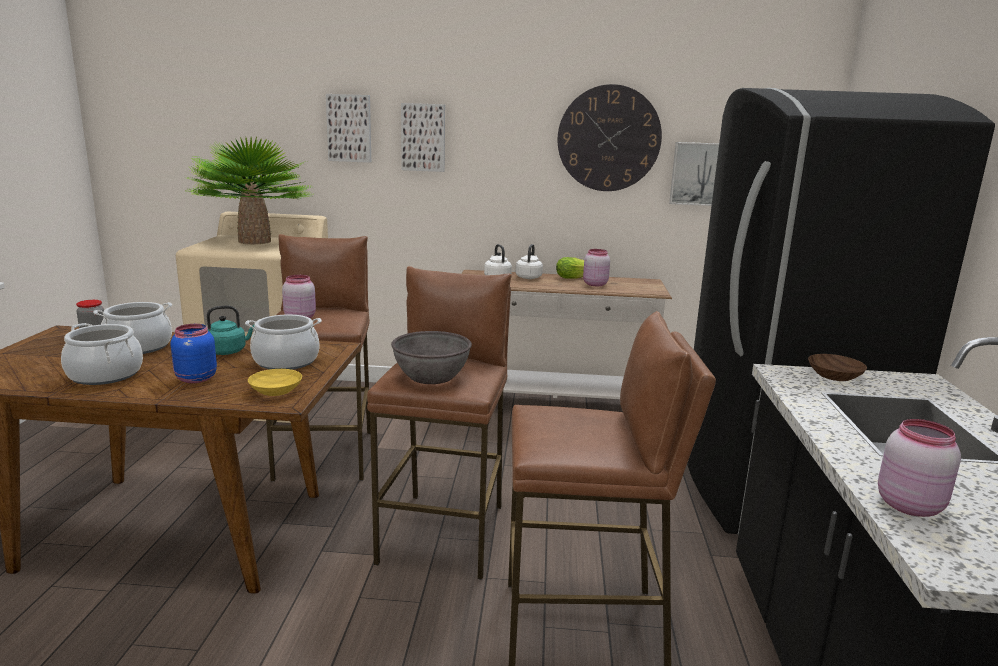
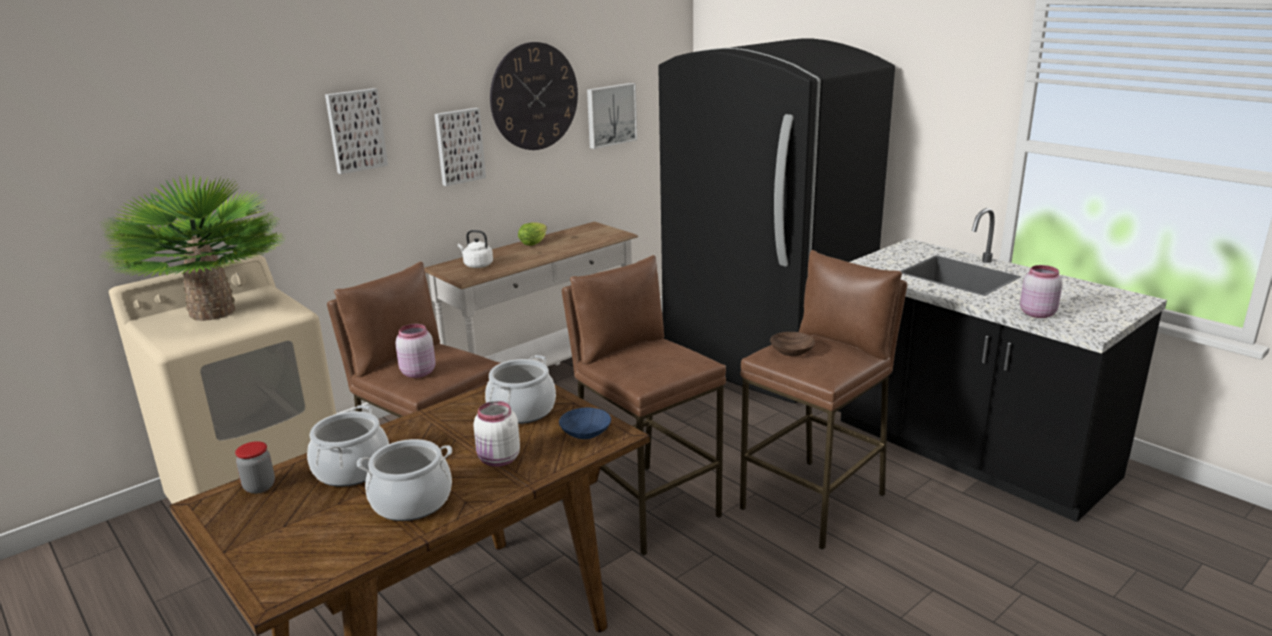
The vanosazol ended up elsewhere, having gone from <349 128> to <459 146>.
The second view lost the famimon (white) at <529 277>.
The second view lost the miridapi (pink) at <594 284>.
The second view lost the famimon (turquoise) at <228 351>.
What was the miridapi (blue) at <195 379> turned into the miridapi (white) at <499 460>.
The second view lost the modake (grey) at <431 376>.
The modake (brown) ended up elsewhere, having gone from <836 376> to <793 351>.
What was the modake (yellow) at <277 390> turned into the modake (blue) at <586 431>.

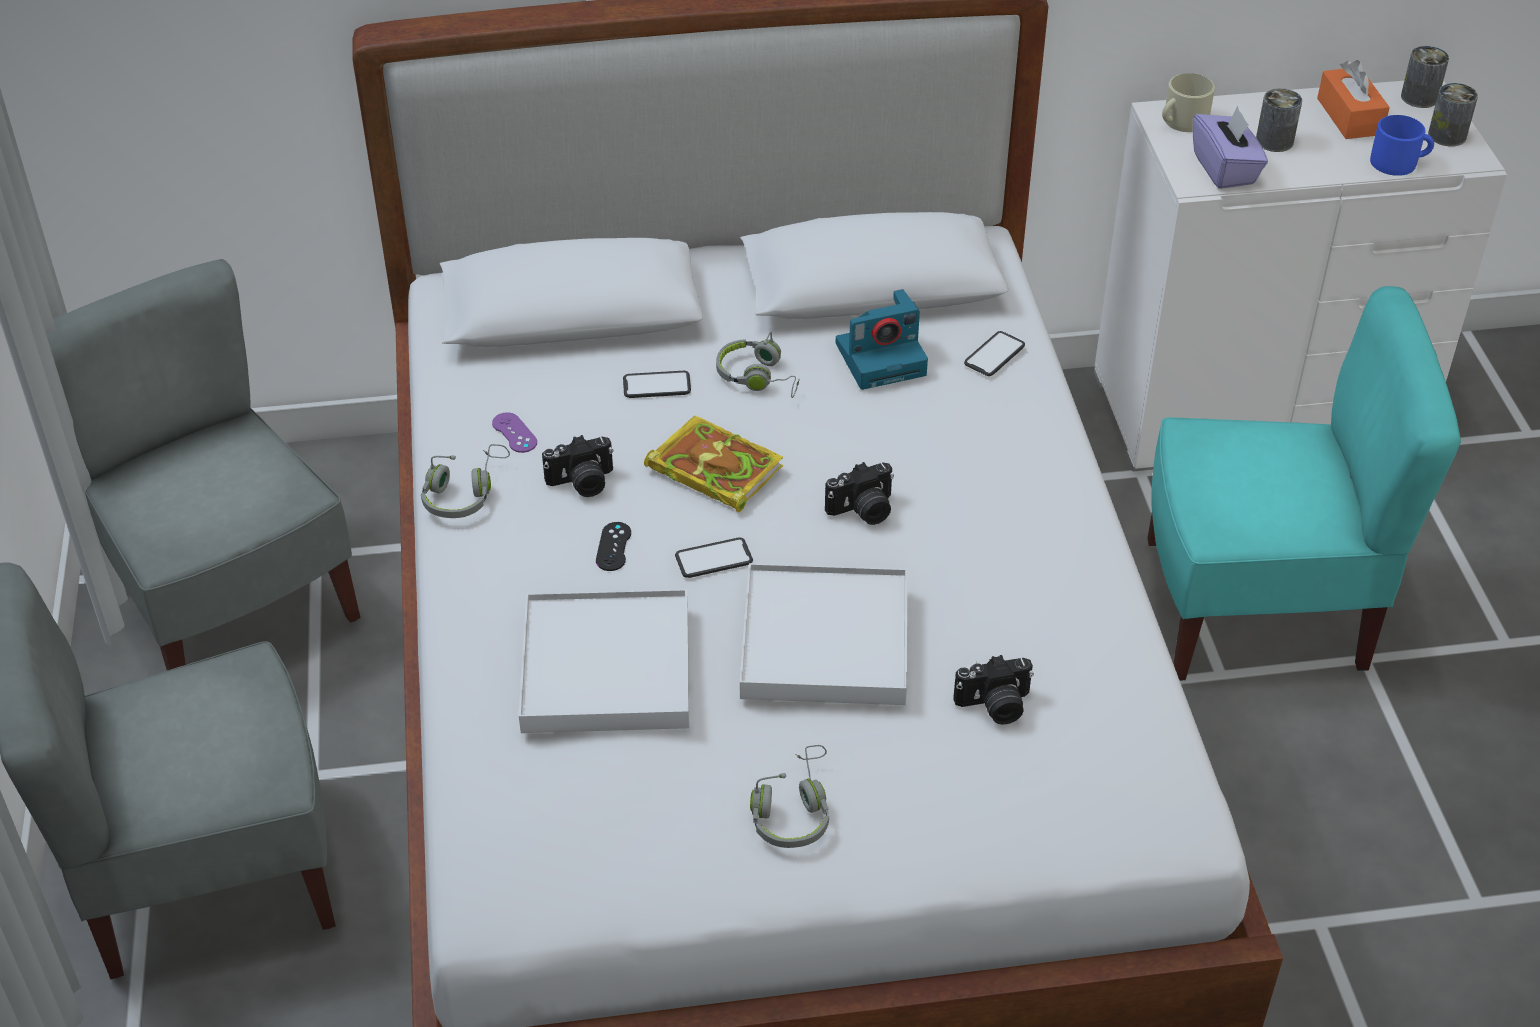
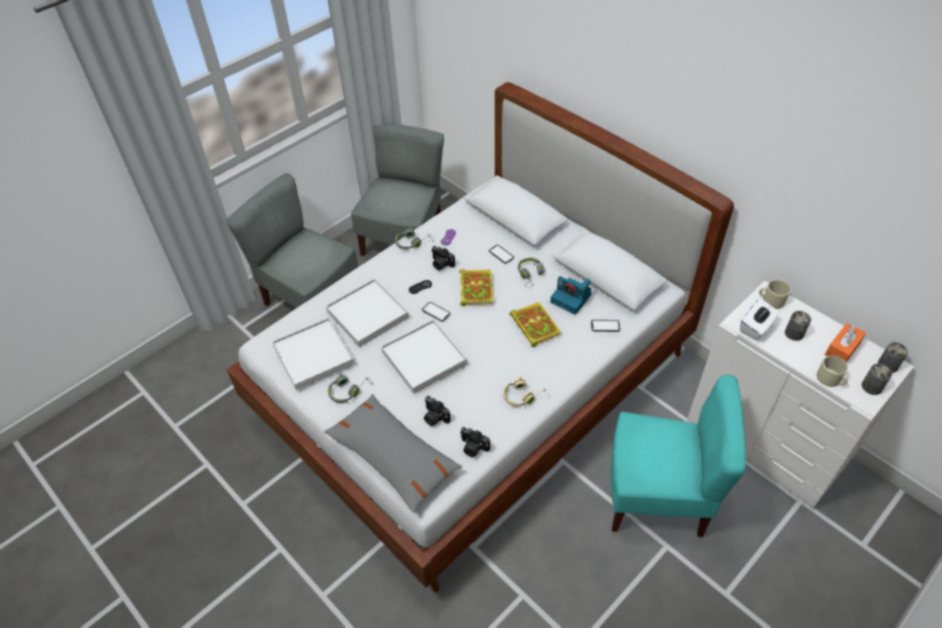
What was the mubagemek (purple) at <1225 169> turned into the mubagemek (white) at <756 327>.
What was the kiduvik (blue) at <1399 162> turned into the kiduvik (beige) at <831 379>.
The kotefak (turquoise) at <1256 609> ended up facing another way, 45 degrees counterclockwise from before.
The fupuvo ended up elsewhere, having gone from <863 510> to <473 447>.
The second view gained the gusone at <534 325>.
The second view gained the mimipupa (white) at <313 355>.
The second view gained the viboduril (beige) at <523 396>.
The second view gained the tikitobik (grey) at <393 457>.

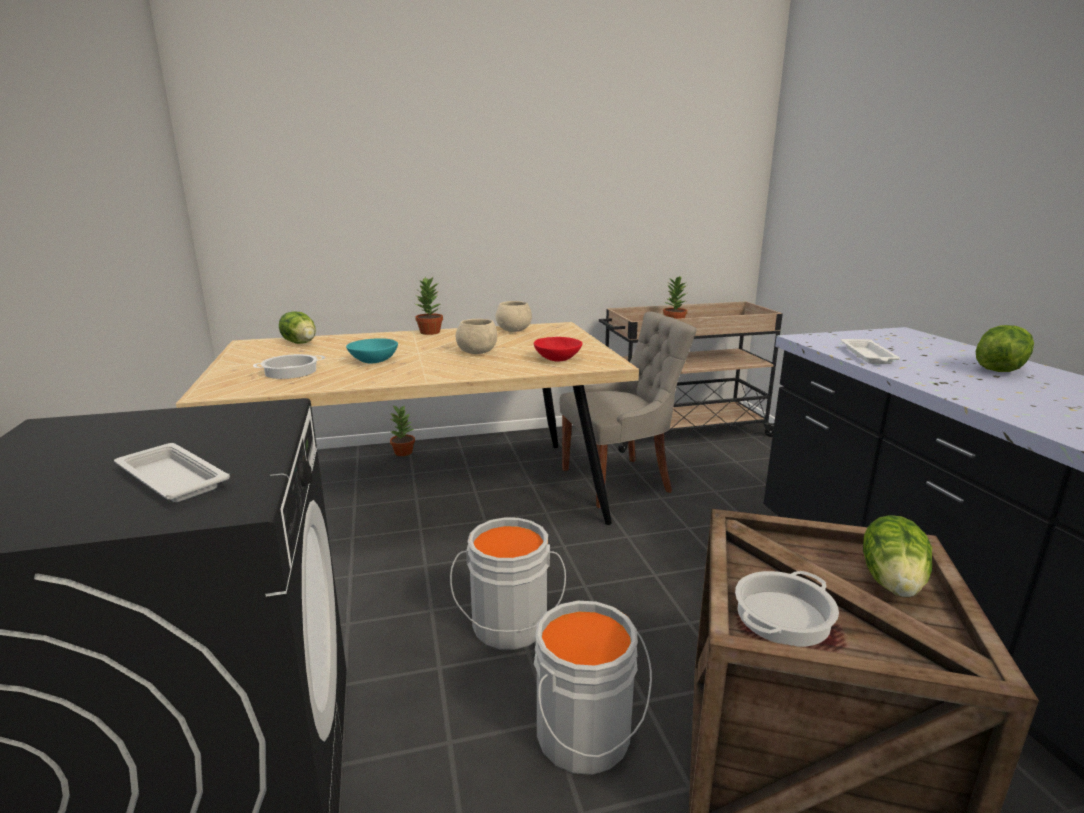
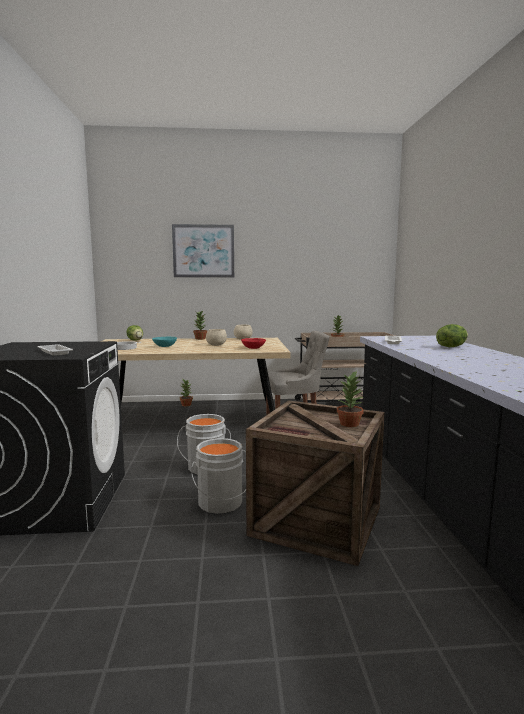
Where the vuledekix stood at <893 581>, the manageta came to stand at <350 424>.
The second view lost the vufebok at <783 617>.
The second view gained the vanosazol at <203 251>.

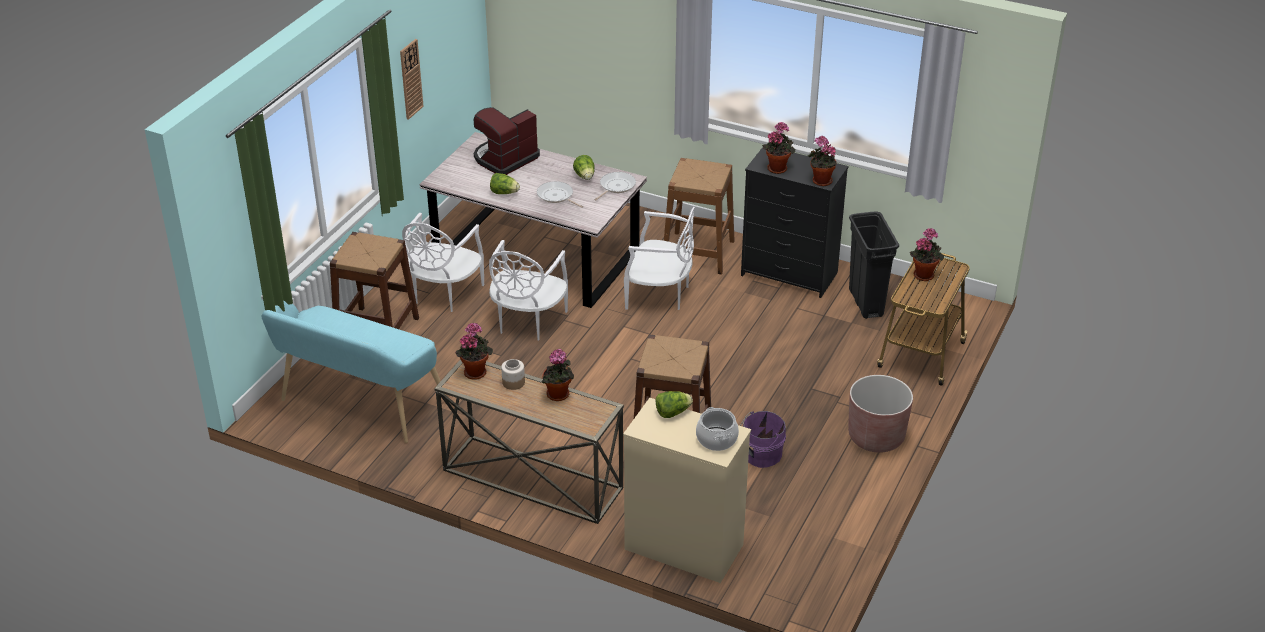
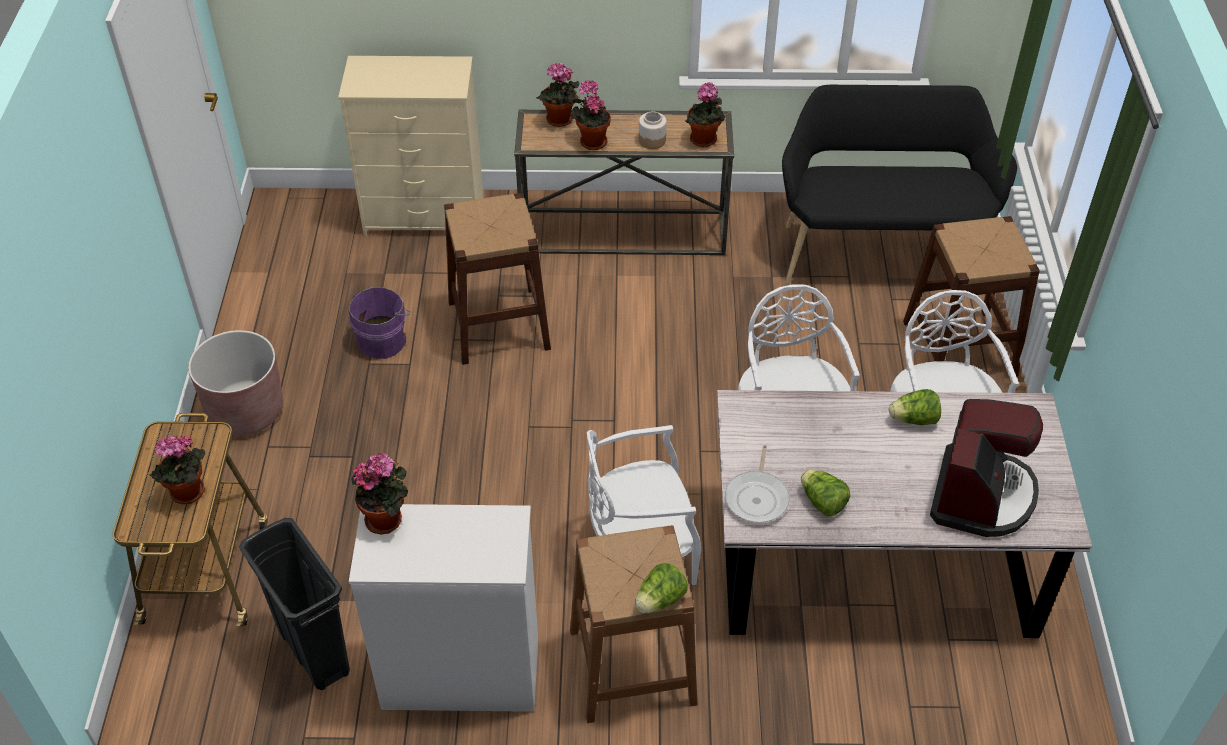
The second view lost the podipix at <411 79>.
The manageta ended up elsewhere, having gone from <777 168> to <559 121>.
What was the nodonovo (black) at <790 274> turned into the nodonovo (white) at <459 673>.
The second view lost the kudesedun at <556 196>.
What was the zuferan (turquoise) at <358 405> turned into the zuferan (black) at <880 249>.
The vuledekix ended up elsewhere, having gone from <672 412> to <660 600>.
The second view lost the vufebok at <717 439>.

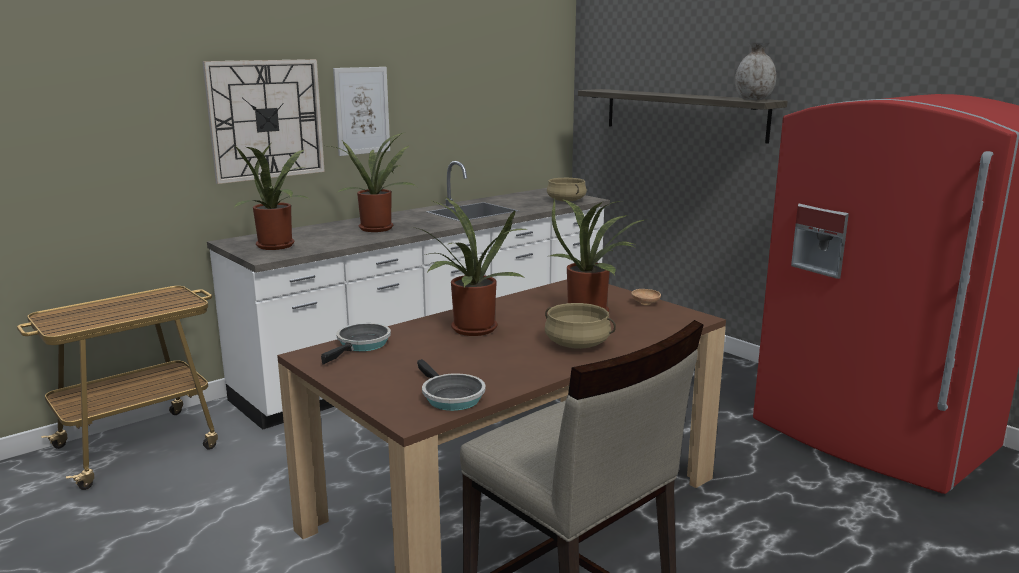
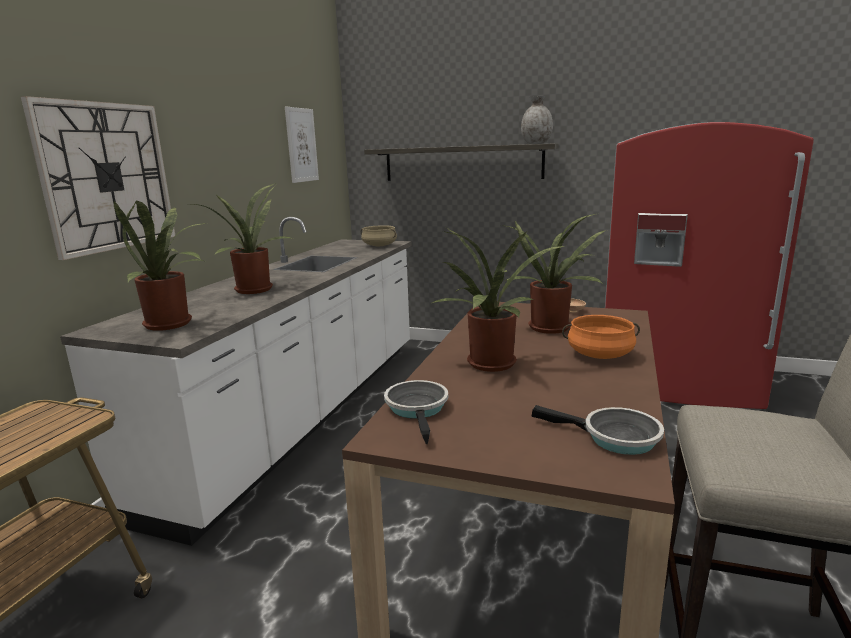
The vanosazol ended up elsewhere, having gone from <362 111> to <301 145>.
What was the vufebok (beige) at <577 344> turned into the vufebok (orange) at <600 354>.

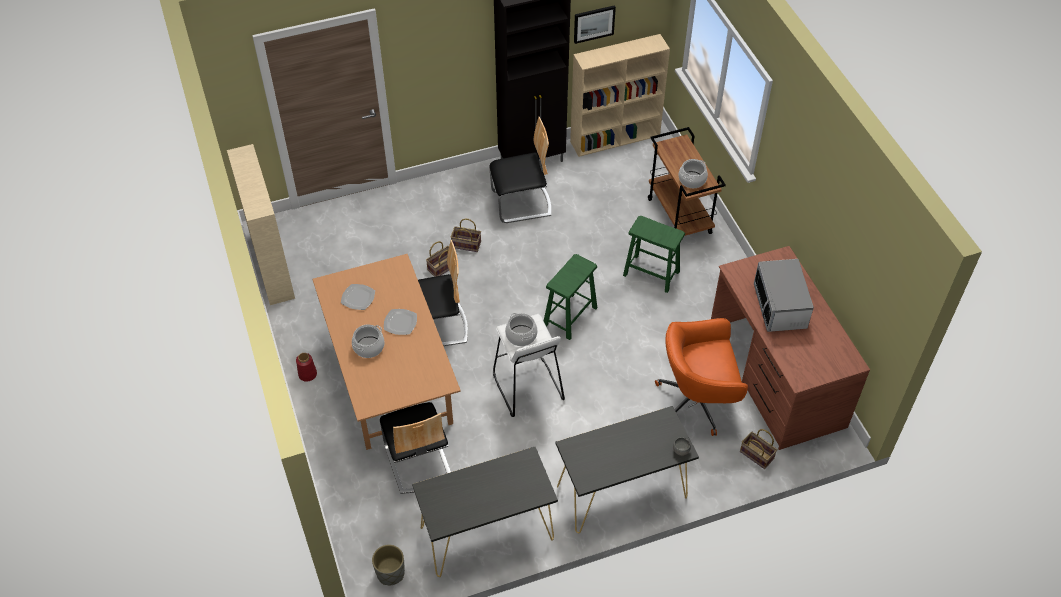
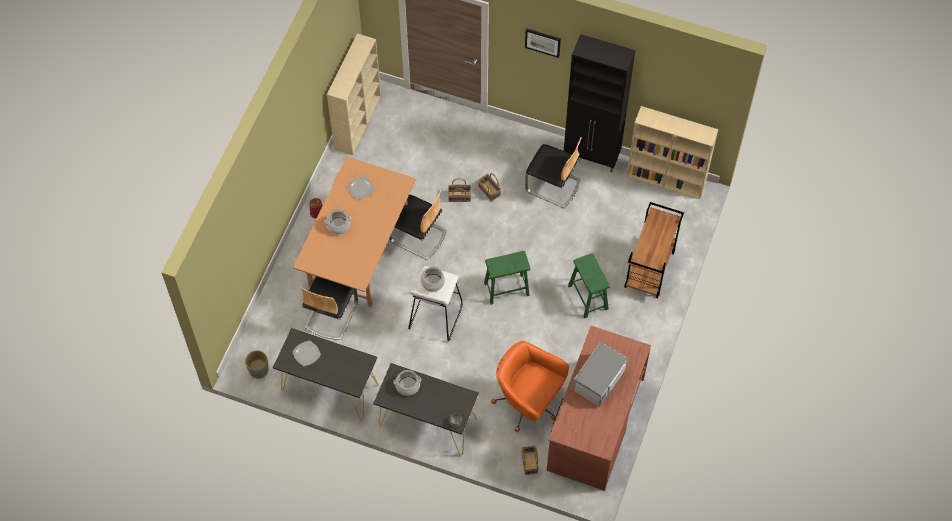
The vanosazol ended up elsewhere, having gone from <594 23> to <543 42>.
The vufebok ended up elsewhere, having gone from <692 180> to <407 386>.
The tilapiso ended up elsewhere, having gone from <400 322> to <306 353>.

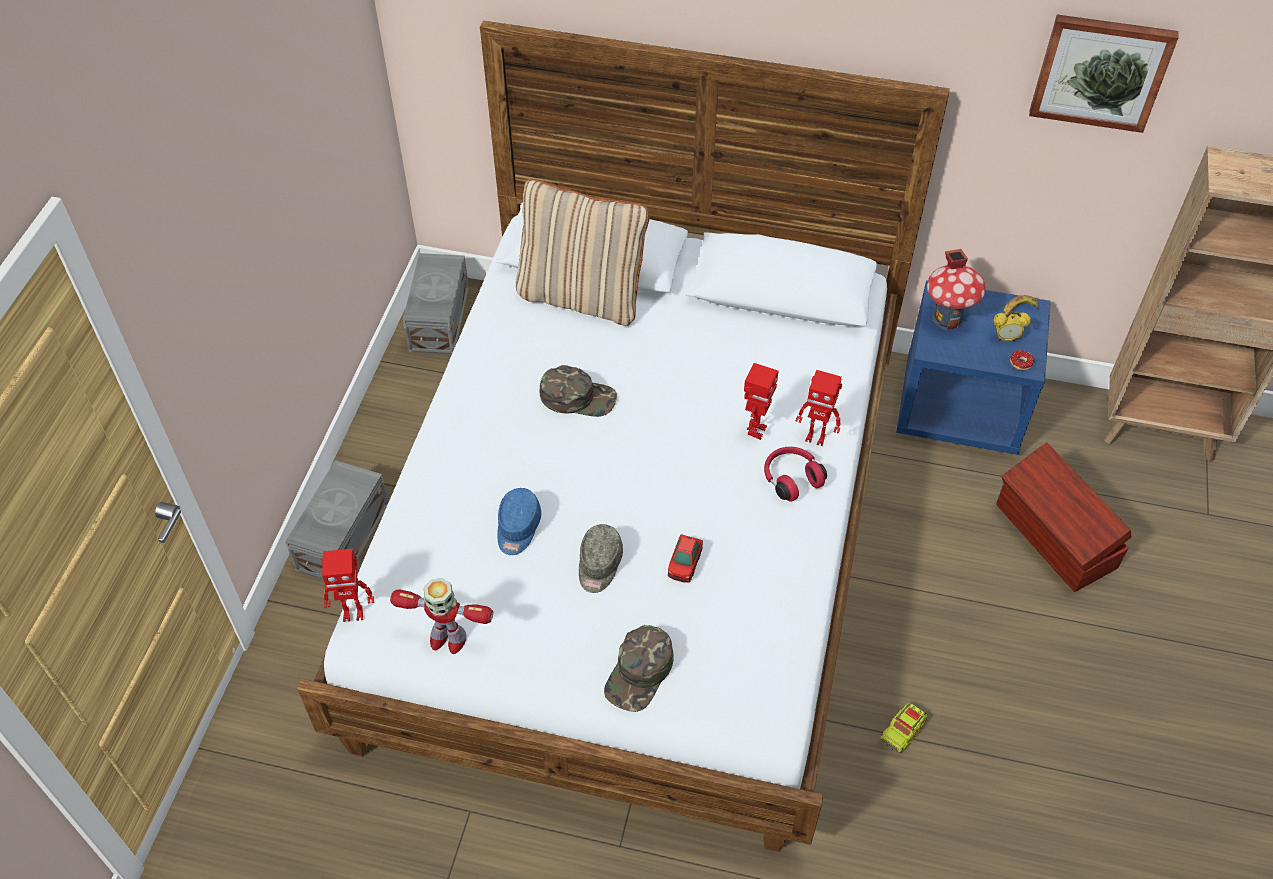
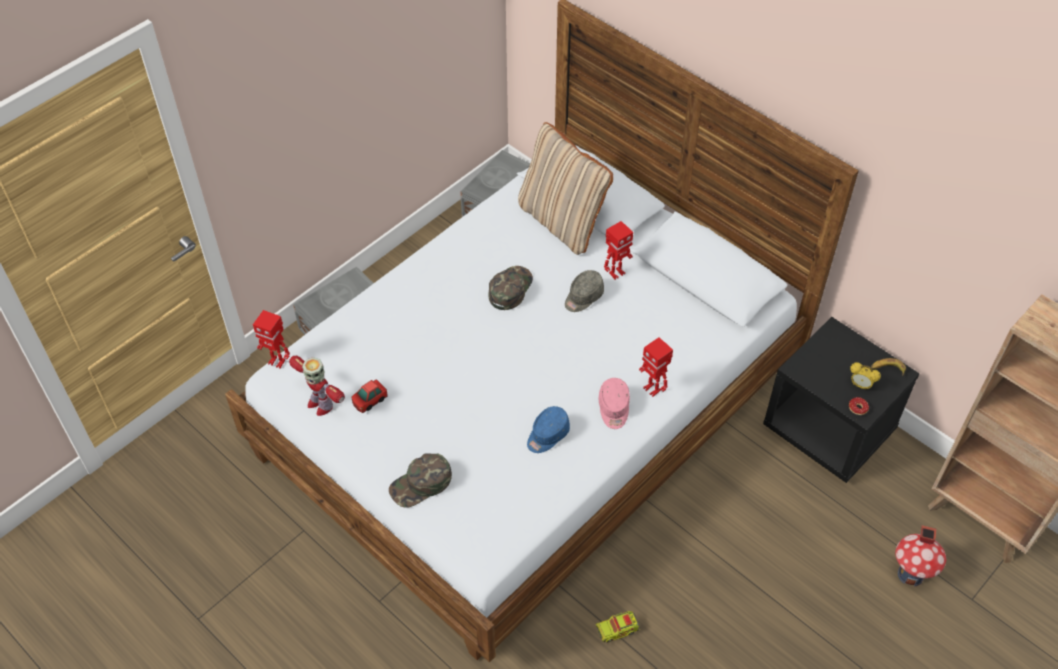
The second view lost the vanosazol at <1101 71>.
The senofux ended up elsewhere, having gone from <947 319> to <910 574>.
What was the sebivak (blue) at <960 408> turned into the sebivak (black) at <829 430>.
The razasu ended up elsewhere, having gone from <756 430> to <616 273>.
The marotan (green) at <578 397> ended up facing another way, 105 degrees counterclockwise from before.
The second view lost the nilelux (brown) at <1054 537>.
Where the viboduril (red) stood at <791 478>, the marotan (pink) came to stand at <614 408>.
The marotan (blue) ended up elsewhere, having gone from <518 528> to <547 435>.
The marotan (grey) ended up elsewhere, having gone from <599 565> to <583 297>.
The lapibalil ended up elsewhere, having gone from <684 564> to <369 400>.

